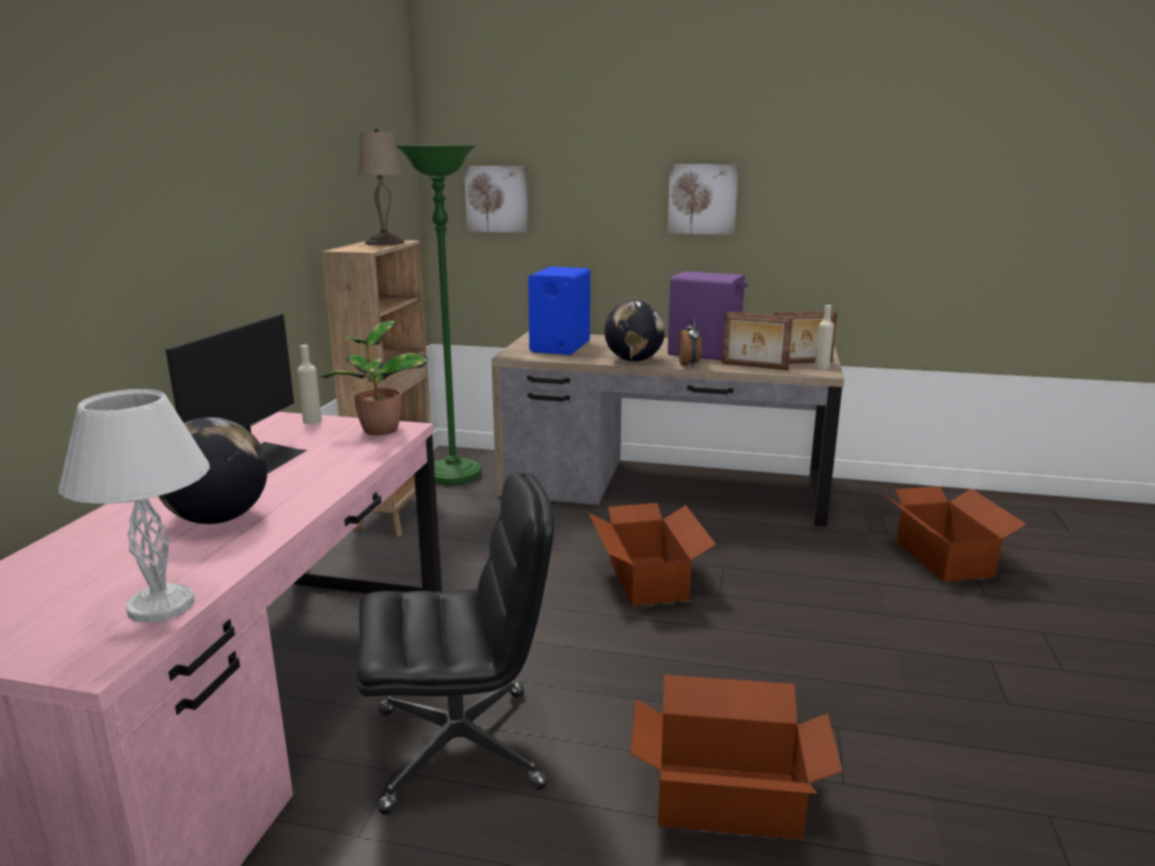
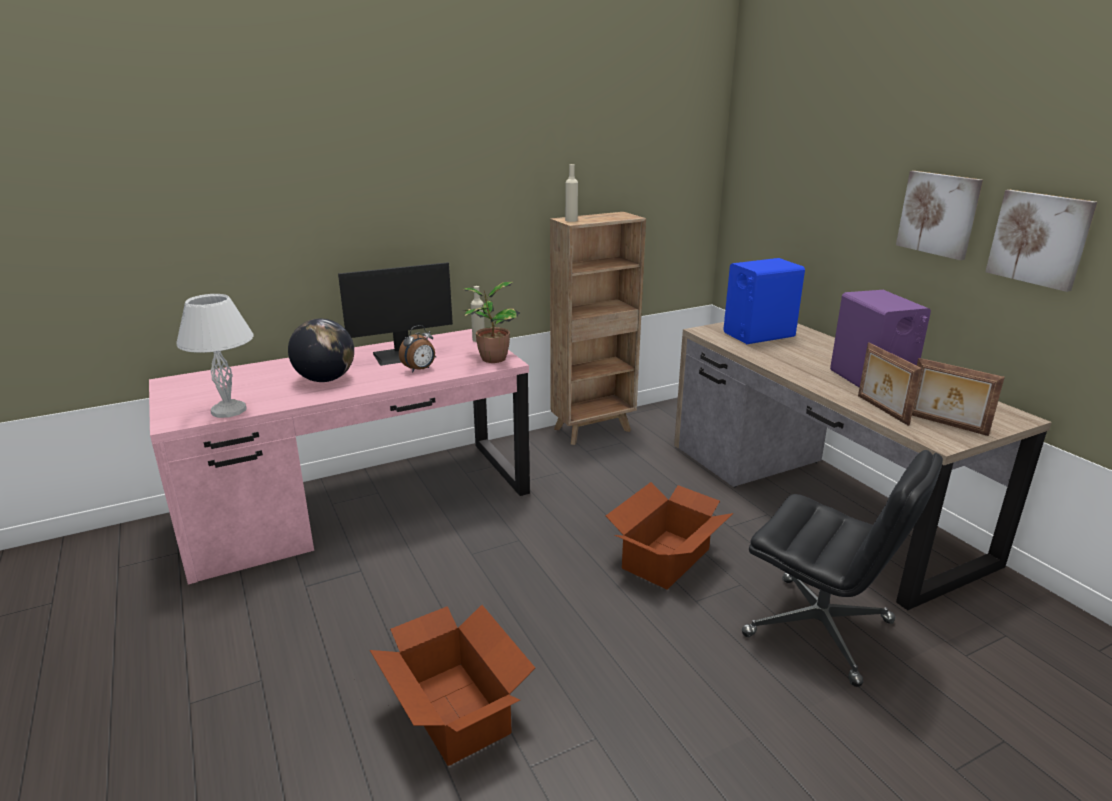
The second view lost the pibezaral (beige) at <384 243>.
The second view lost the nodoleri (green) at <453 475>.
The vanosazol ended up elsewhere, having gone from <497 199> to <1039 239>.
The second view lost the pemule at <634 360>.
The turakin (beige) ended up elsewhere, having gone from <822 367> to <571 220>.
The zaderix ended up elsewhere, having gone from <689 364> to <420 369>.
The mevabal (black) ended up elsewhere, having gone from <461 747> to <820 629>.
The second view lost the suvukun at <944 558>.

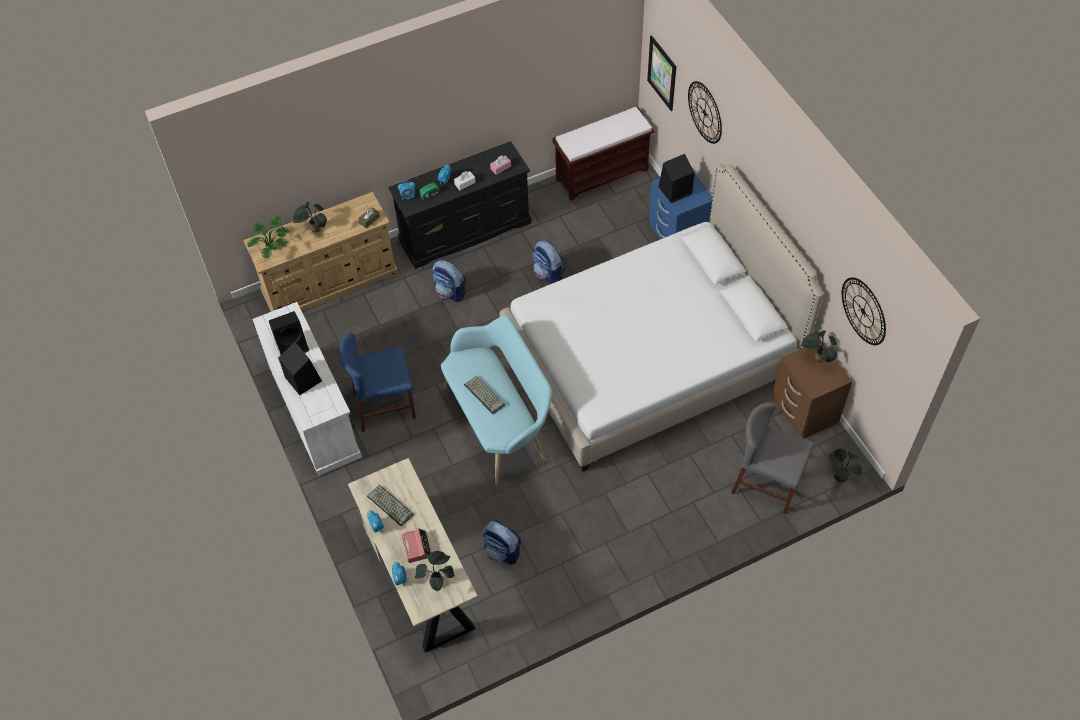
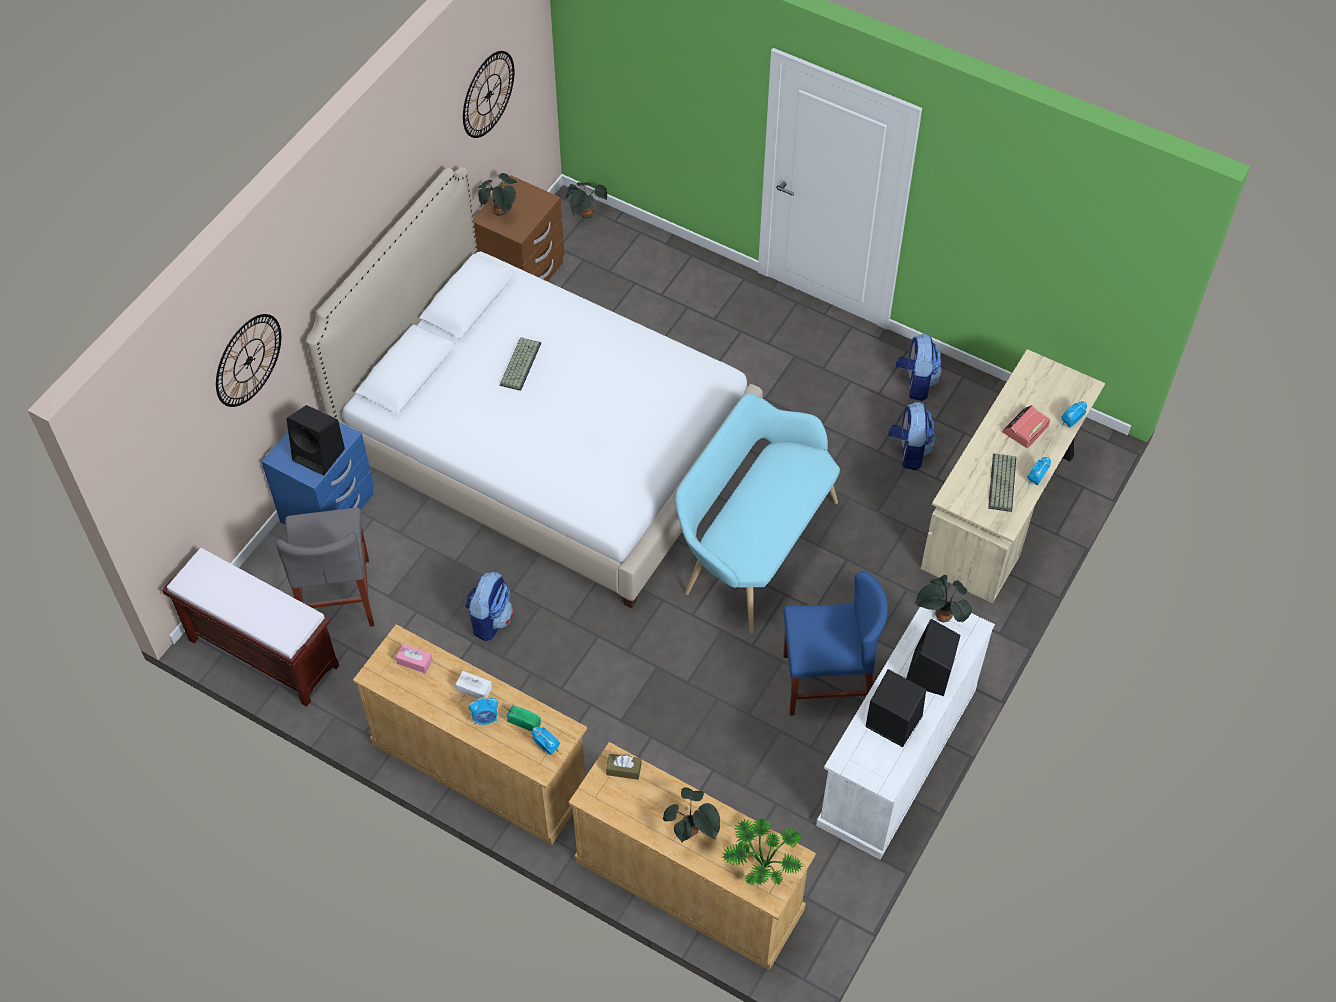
The second view lost the vanosazol at <662 73>.
What was the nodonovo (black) at <465 231> turned into the nodonovo (beige) at <478 765>.
The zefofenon ended up elsewhere, having gone from <450 292> to <916 382>.
The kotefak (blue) at <384 405> ended up facing another way, 45 degrees counterclockwise from before.
The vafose ended up elsewhere, having gone from <485 395> to <519 363>.
The kotefak (grey) ended up elsewhere, having gone from <766 483> to <337 595>.
The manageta ended up elsewhere, having gone from <438 581> to <941 617>.

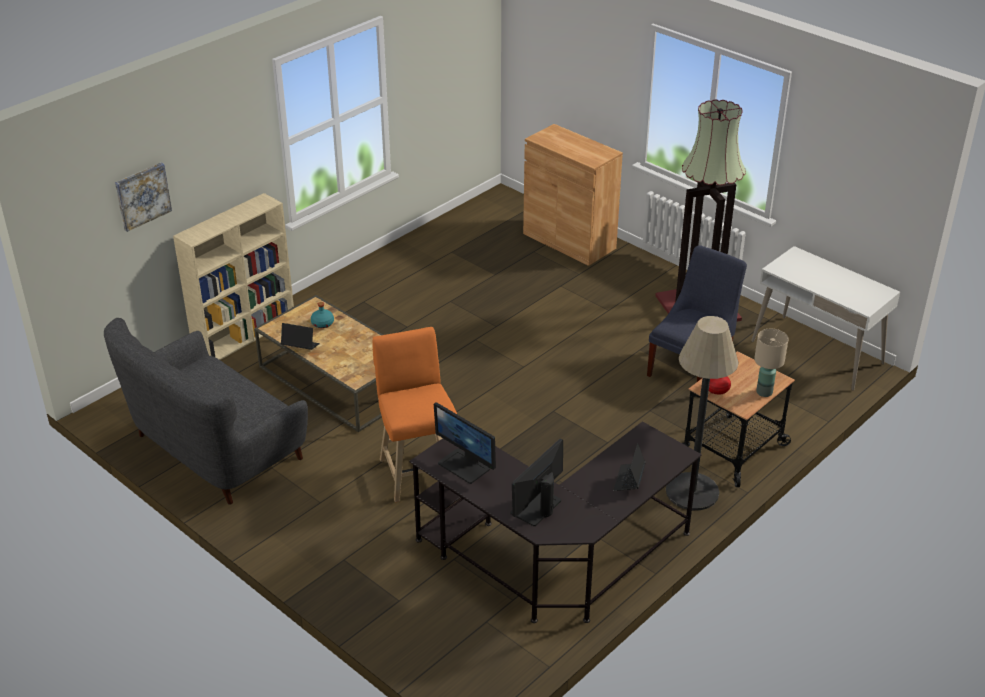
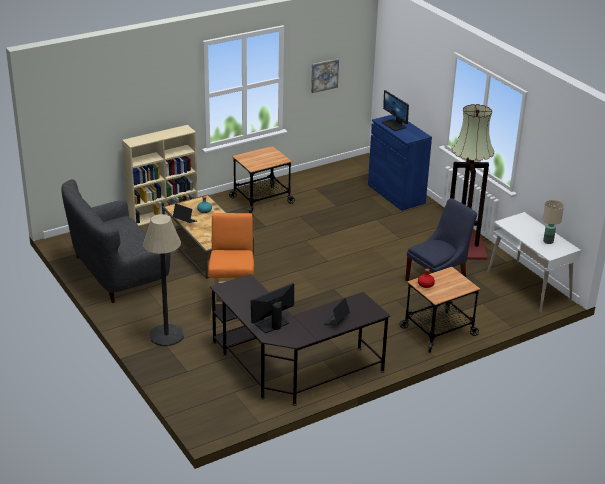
What was the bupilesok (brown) at <569 241> turned into the bupilesok (blue) at <396 194>.
The vanosazol ended up elsewhere, having gone from <142 196> to <324 75>.
The nodoleri ended up elsewhere, having gone from <692 492> to <166 335>.
The pibezaral (beige) ended up elsewhere, having gone from <763 392> to <548 241>.
The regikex ended up elsewhere, having gone from <465 466> to <394 125>.
The second view gained the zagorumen at <261 200>.

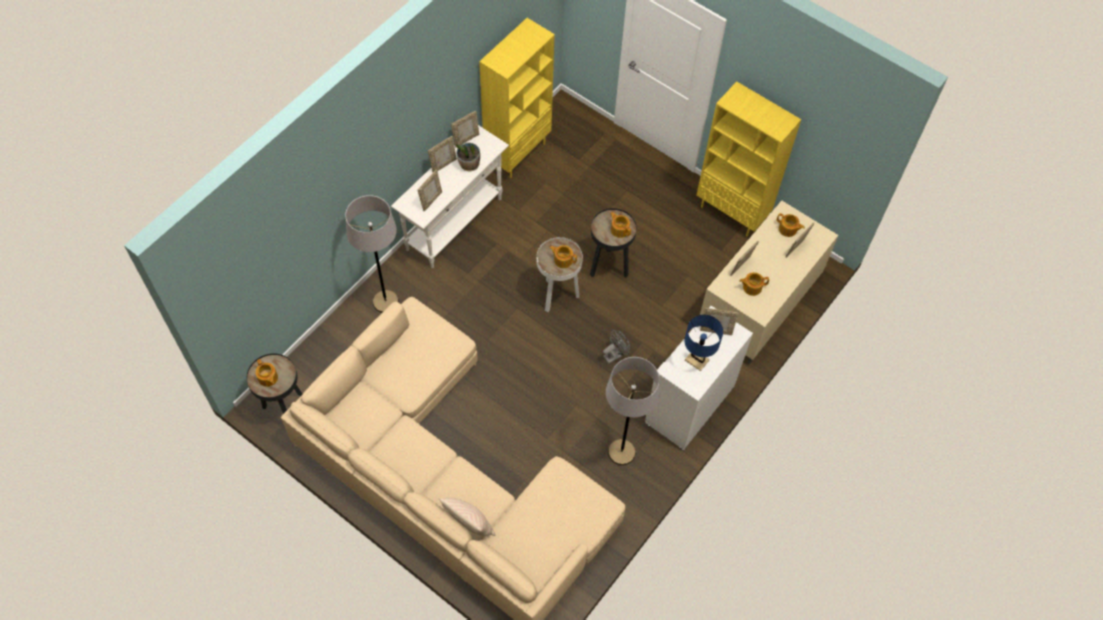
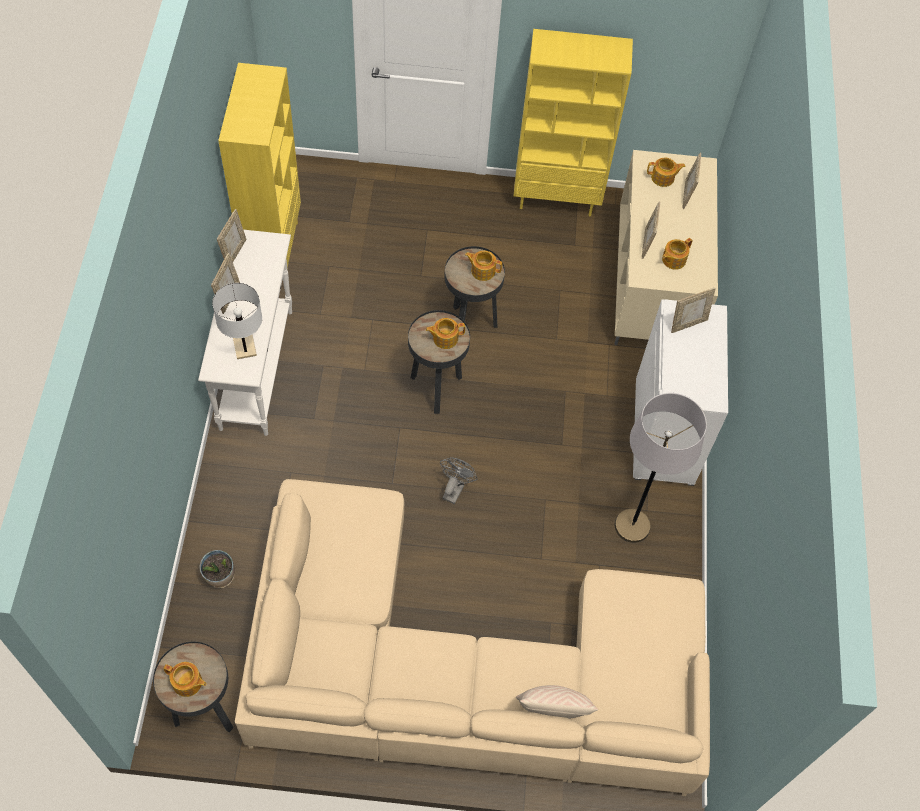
The manageta ended up elsewhere, having gone from <469 165> to <220 577>.
Where the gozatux stood at <431 200>, the pibezaral (white) came to stand at <244 347>.
The second view lost the nodoleri (grey) at <385 302>.
What was the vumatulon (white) at <558 295> turned into the vumatulon (black) at <436 388>.
The second view lost the pibezaral (blue) at <696 360>.
The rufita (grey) ended up elsewhere, having gone from <615 354> to <454 488>.

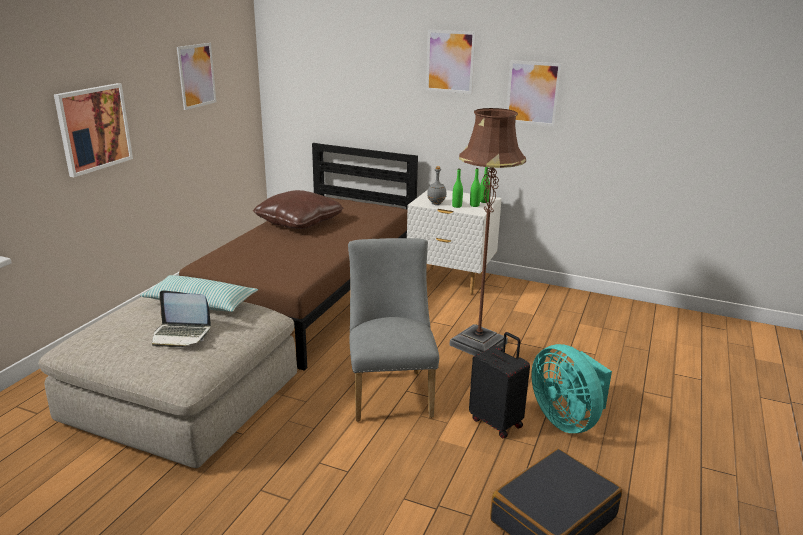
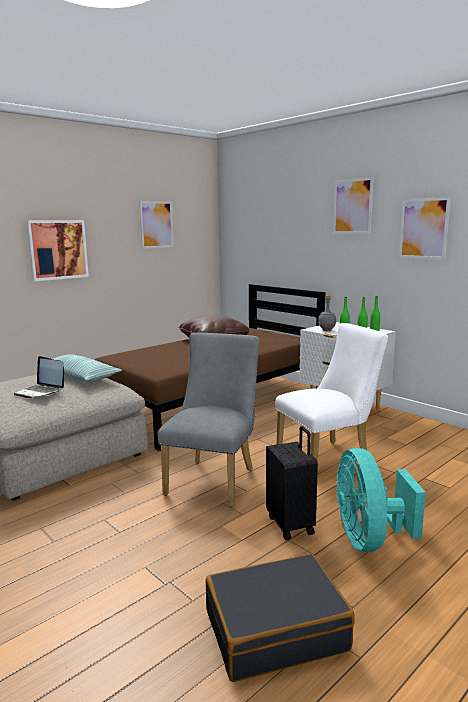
Where the nodoleri (brown) stood at <478 344>, the kotefak (white) came to stand at <328 458>.

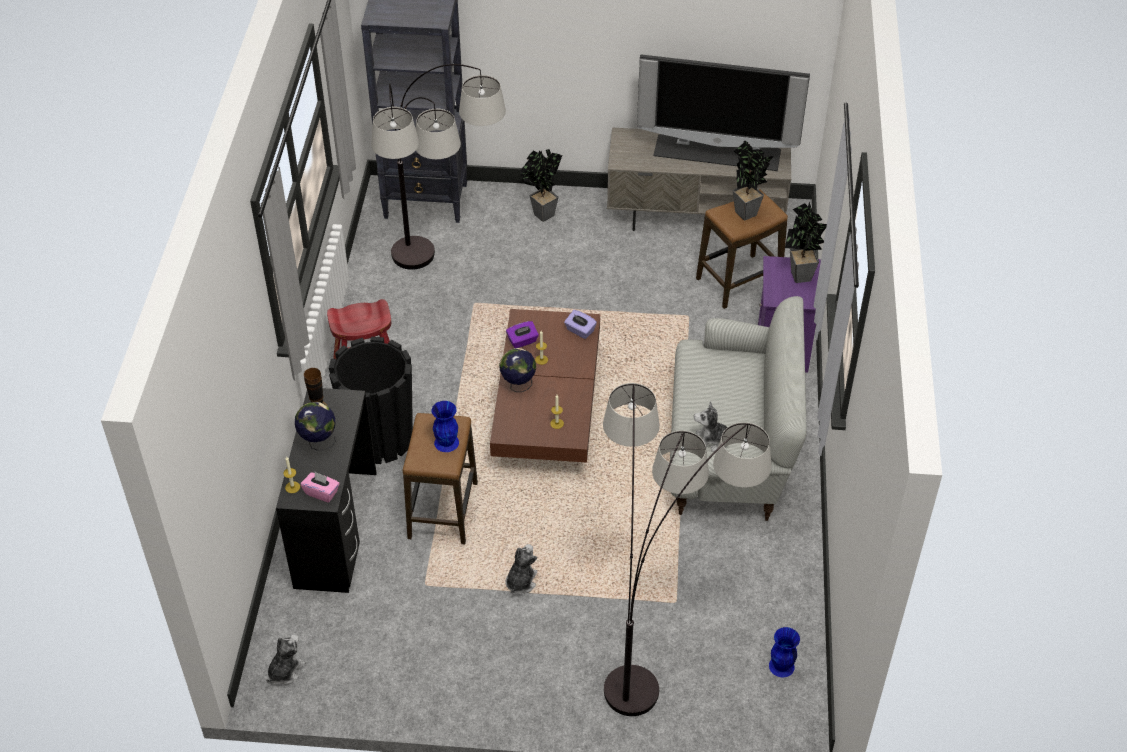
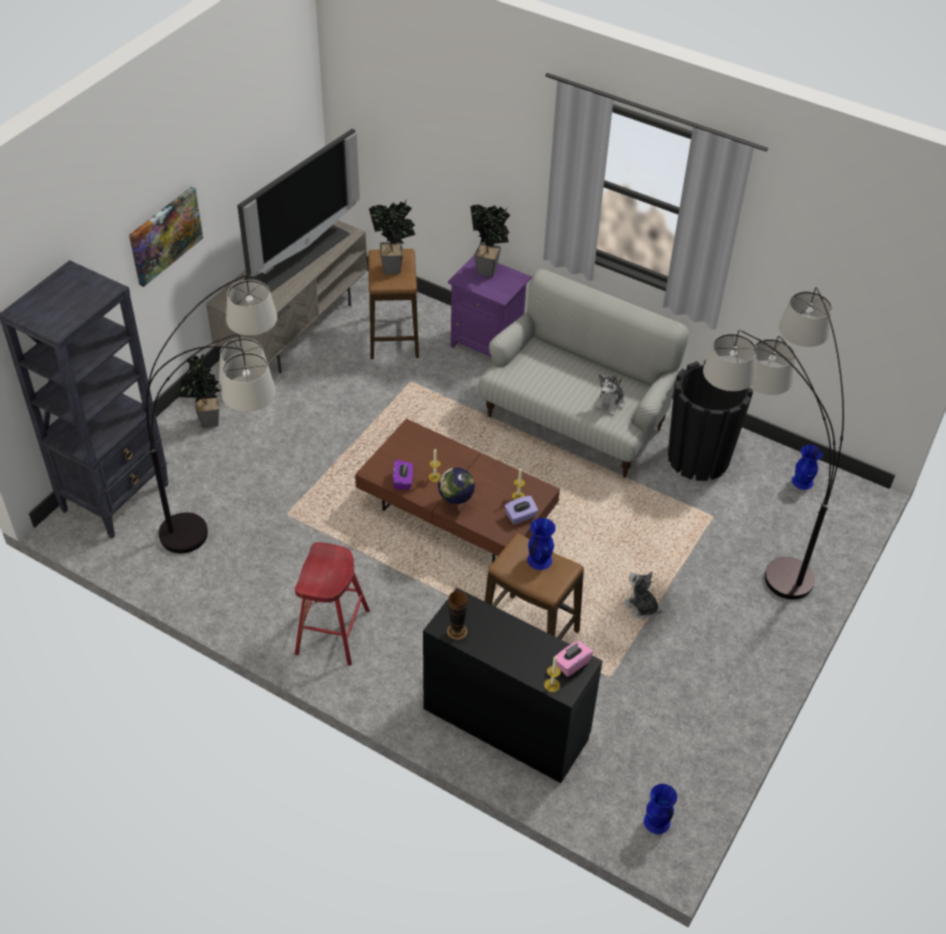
The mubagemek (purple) ended up elsewhere, having gone from <580 331> to <520 516>.
The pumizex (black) ended up elsewhere, having gone from <379 439> to <698 458>.
The second view lost the pemule at <318 442>.
Where the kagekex stood at <285 671>, the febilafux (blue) came to stand at <656 822>.
The second view gained the vanosazol at <165 235>.

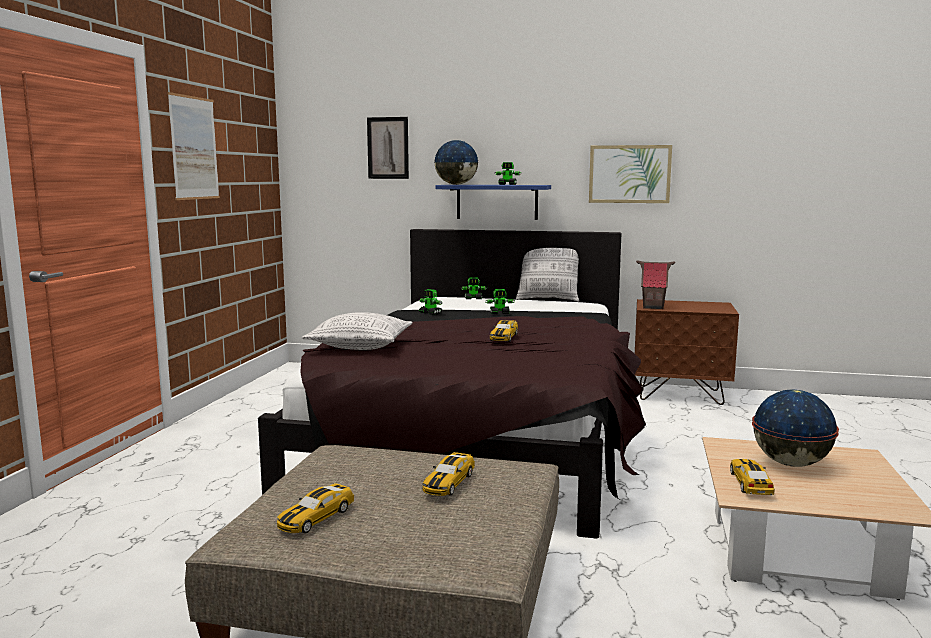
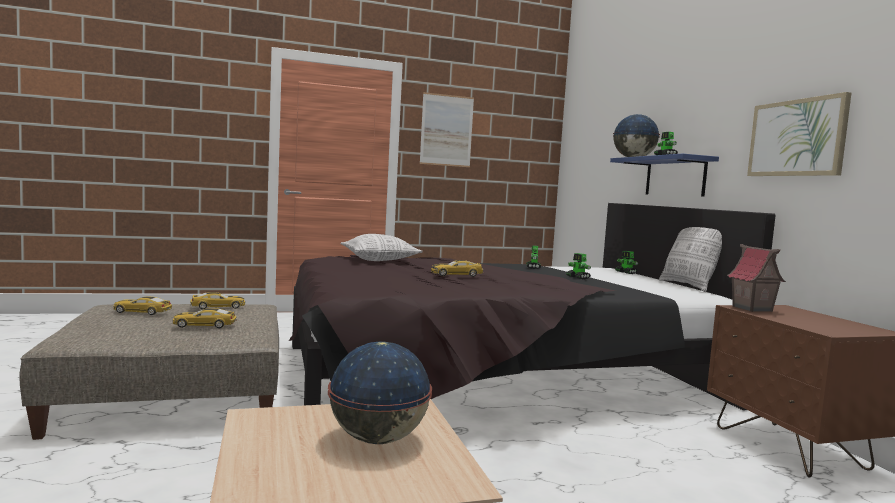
The second view lost the vanosazol at <388 148>.
The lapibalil ended up elsewhere, having gone from <750 484> to <218 307>.

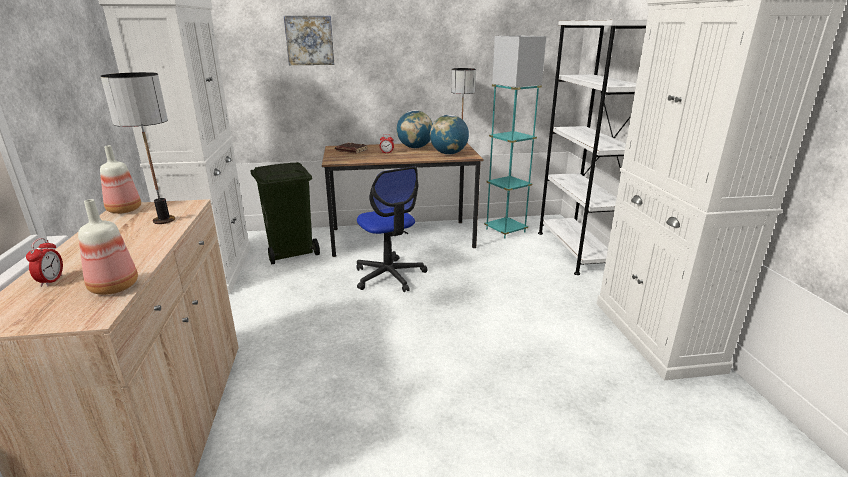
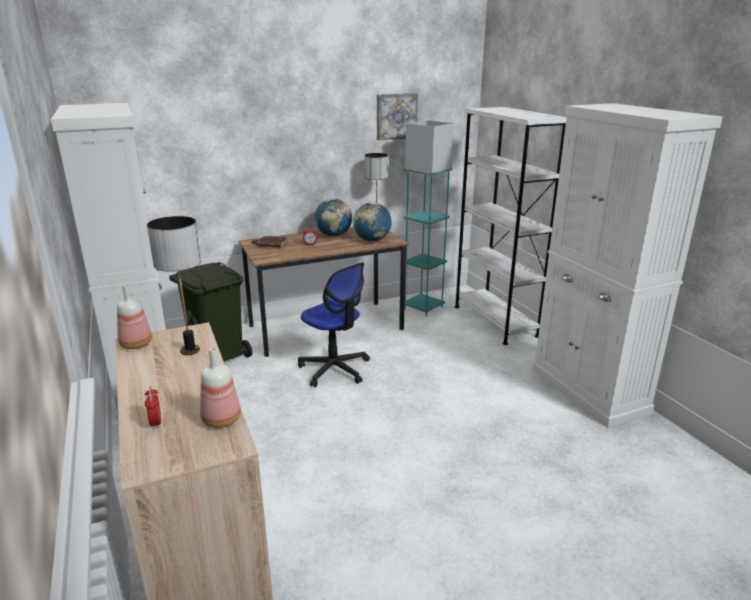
The vanosazol ended up elsewhere, having gone from <309 40> to <396 116>.

